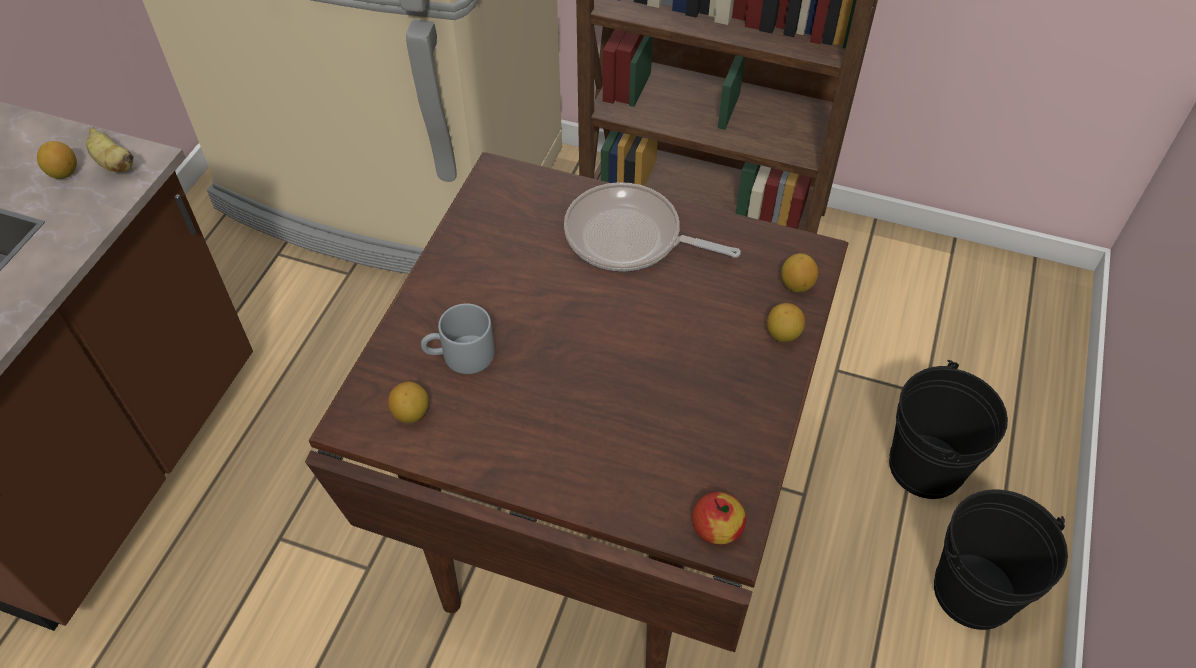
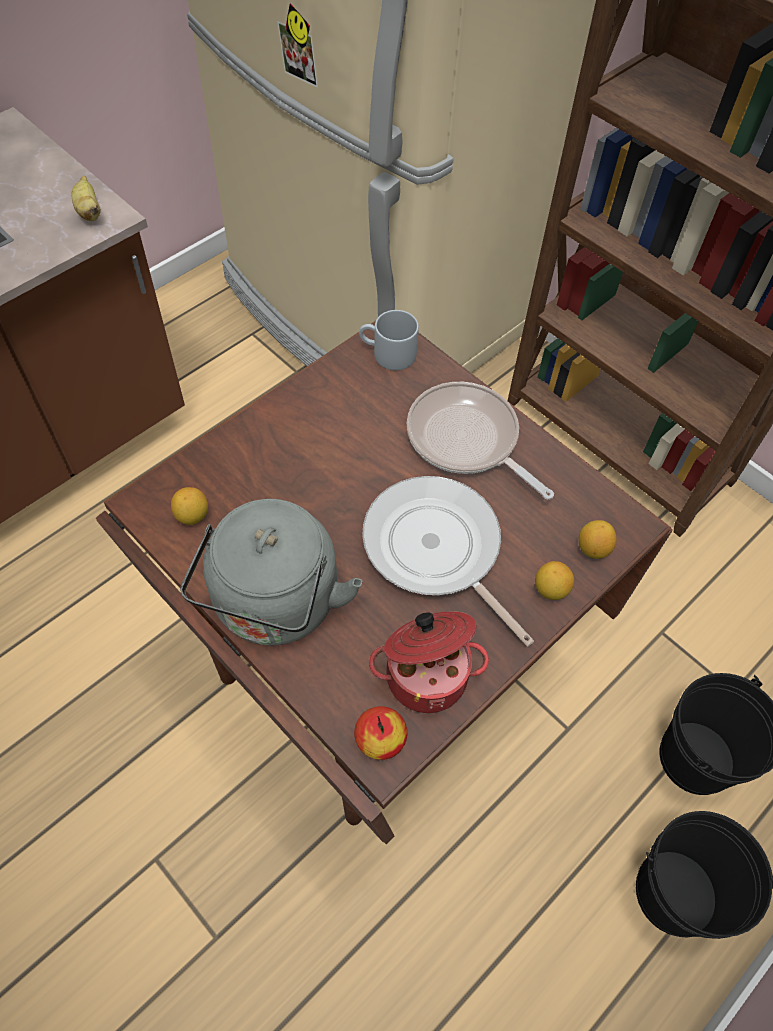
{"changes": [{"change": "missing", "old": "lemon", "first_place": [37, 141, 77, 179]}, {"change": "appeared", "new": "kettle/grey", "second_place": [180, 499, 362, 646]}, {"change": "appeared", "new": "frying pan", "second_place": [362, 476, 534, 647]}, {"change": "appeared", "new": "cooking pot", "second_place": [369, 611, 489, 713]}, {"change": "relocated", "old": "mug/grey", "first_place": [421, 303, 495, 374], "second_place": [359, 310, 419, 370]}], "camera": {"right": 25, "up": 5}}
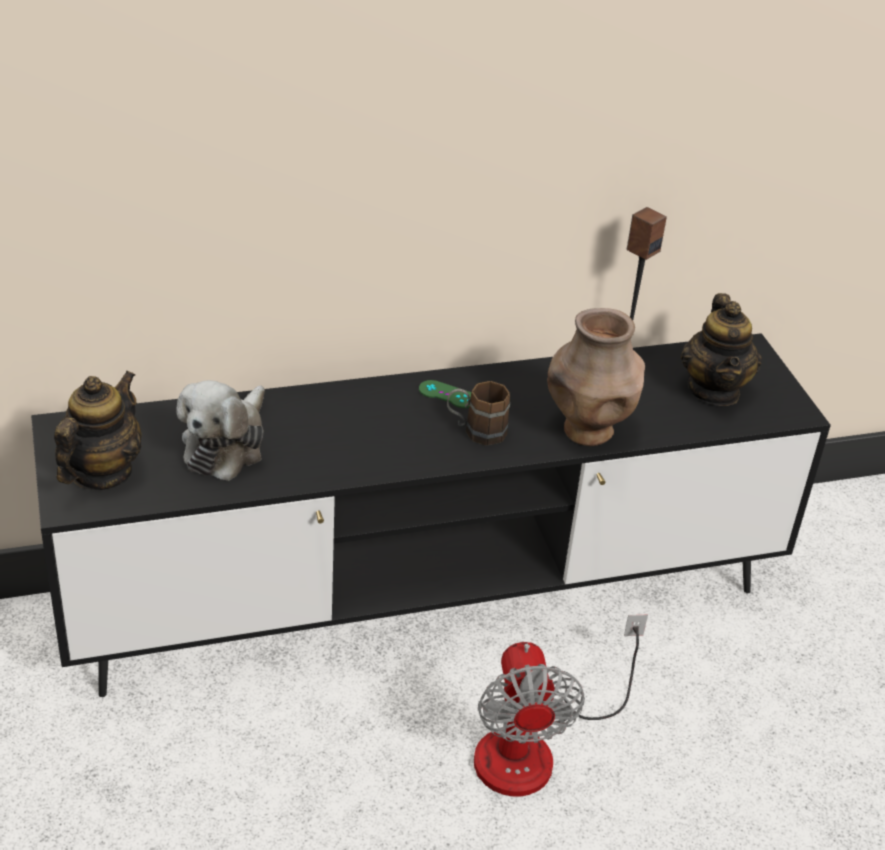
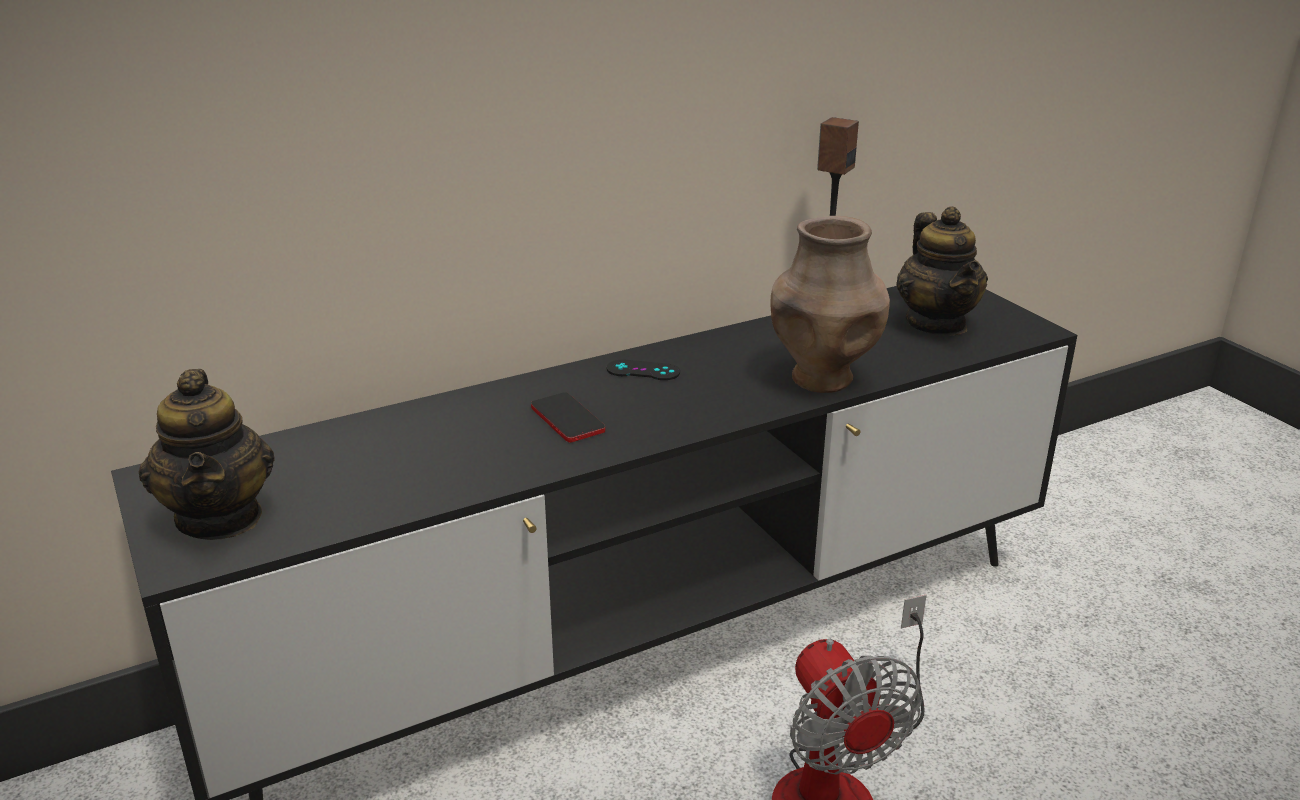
{"changes": [{"change": "missing", "old": "plush toy", "first_place": [177, 380, 265, 481]}, {"change": "missing", "old": "mug/brown", "first_place": [447, 381, 510, 446]}, {"change": "appeared", "new": "phone", "second_place": [531, 392, 605, 443]}, {"change": "colour", "old": "game controller/green", "new": "game controller/black", "first_place": [419, 380, 471, 408], "second_place": [607, 360, 680, 380]}, {"change": "spun", "old": "teapot", "first_place": [54, 370, 142, 490], "second_place": [139, 369, 274, 540], "degrees": 150}], "camera": {"right": -10, "up": -10}}
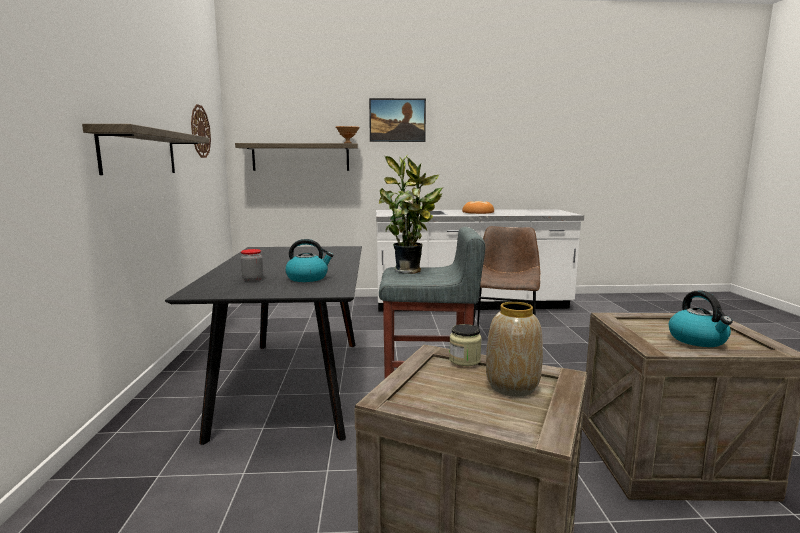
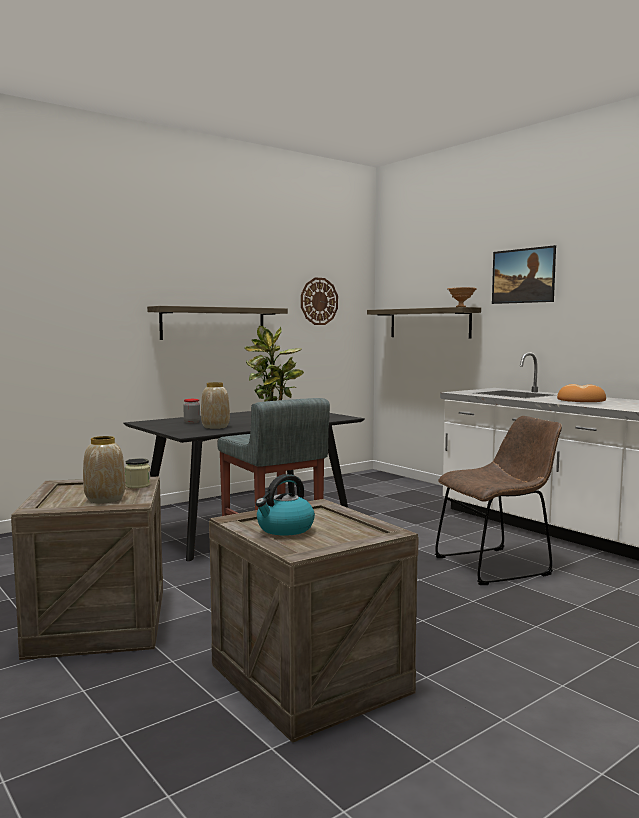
{"changes": [{"change": "exchanged", "old": "kettle", "new": "vase", "first_place": [285, 239, 334, 282], "second_place": [201, 382, 230, 429]}], "camera": {"right": 55, "up": -5}}
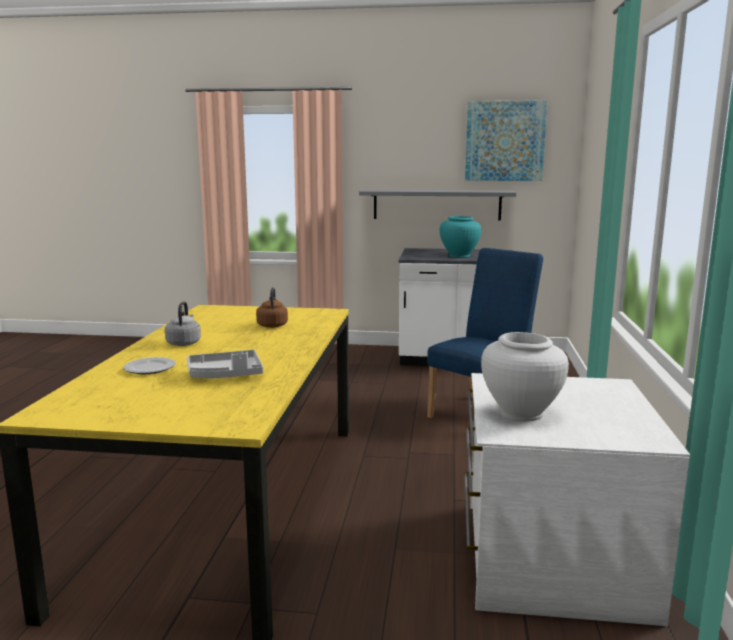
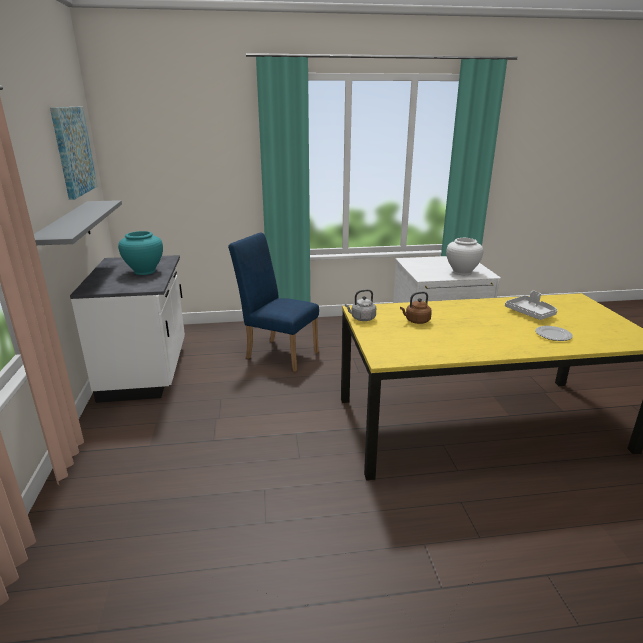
{"changes": [{"change": "relocated", "old": "kettle/grey", "first_place": [165, 301, 201, 346], "second_place": [345, 289, 376, 321]}], "camera": {"right": -105, "up": 10}}
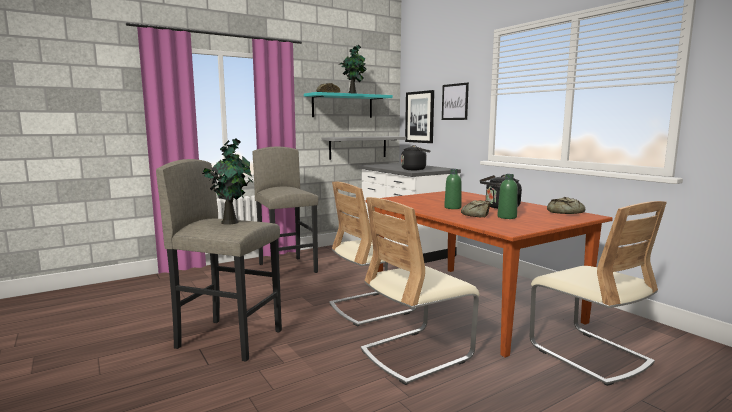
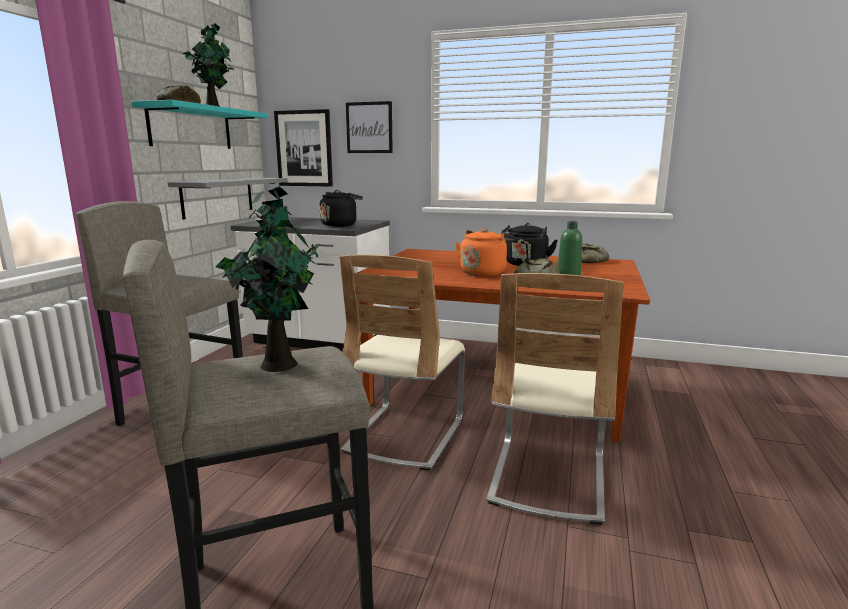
{"changes": [{"change": "missing", "old": "chair/beige", "first_place": [530, 201, 667, 386]}, {"change": "exchanged", "old": "bottle/green", "new": "kettle/orange", "first_place": [444, 169, 462, 209], "second_place": [455, 229, 514, 276]}], "camera": {"right": -40, "up": 5}}
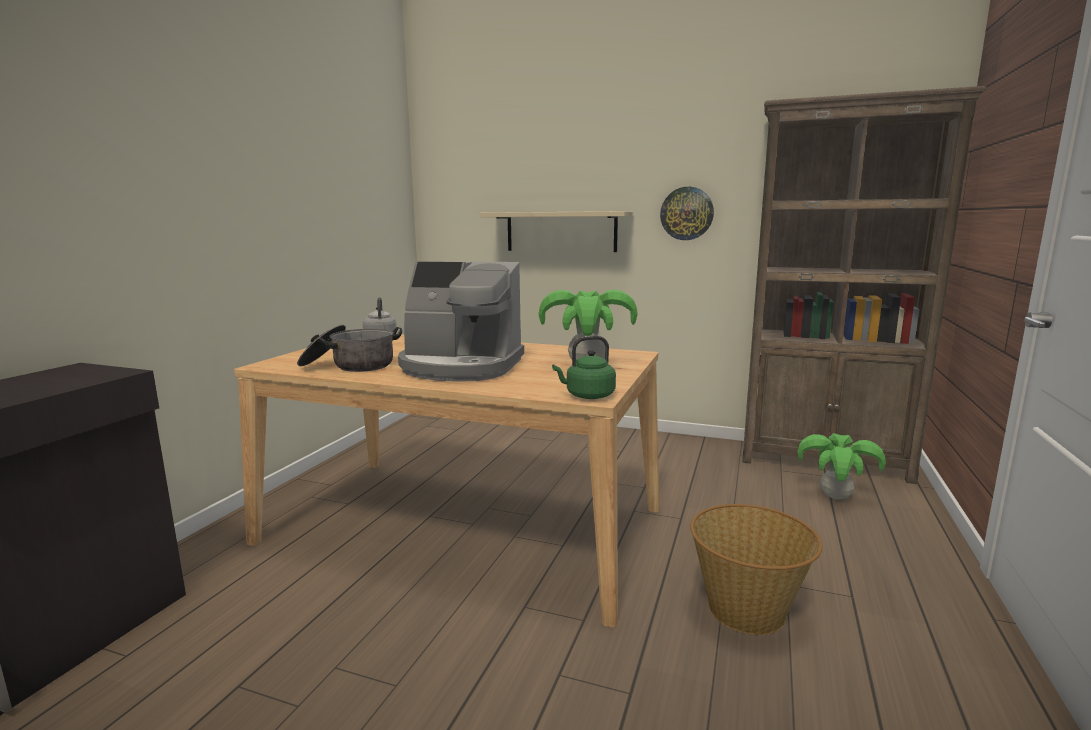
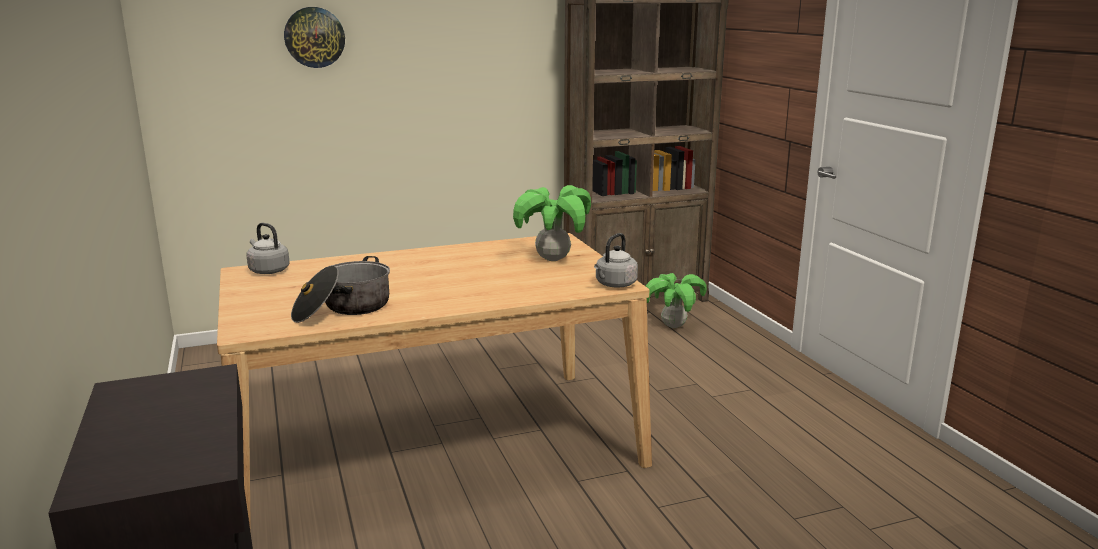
{"changes": [{"change": "missing", "old": "coffee machine", "first_place": [398, 262, 524, 381]}, {"change": "missing", "old": "shelf/beige", "first_place": [480, 211, 633, 252]}, {"change": "missing", "old": "basket", "first_place": [690, 504, 823, 635]}, {"change": "relocated", "old": "wall clock", "first_place": [660, 187, 714, 240], "second_place": [284, 7, 345, 68]}, {"change": "colour", "old": "kettle/green", "new": "kettle/grey", "first_place": [552, 336, 616, 399], "second_place": [594, 233, 638, 288]}], "camera": {"right": -40, "up": 5}}
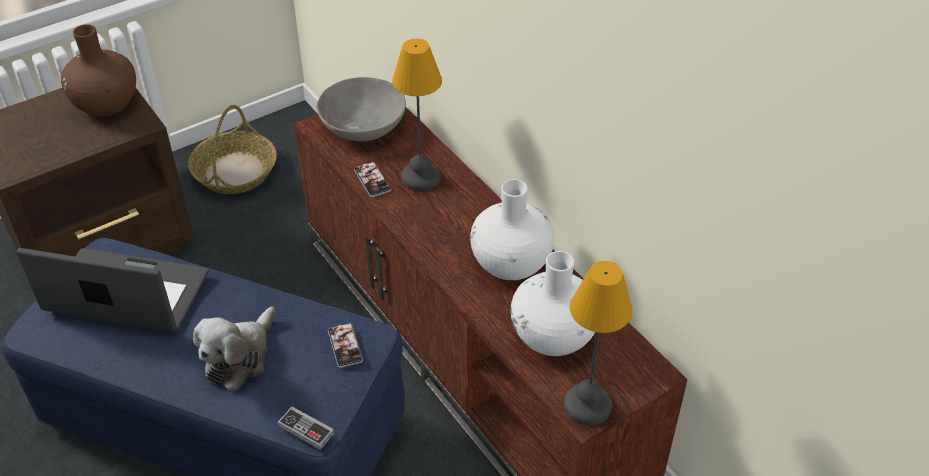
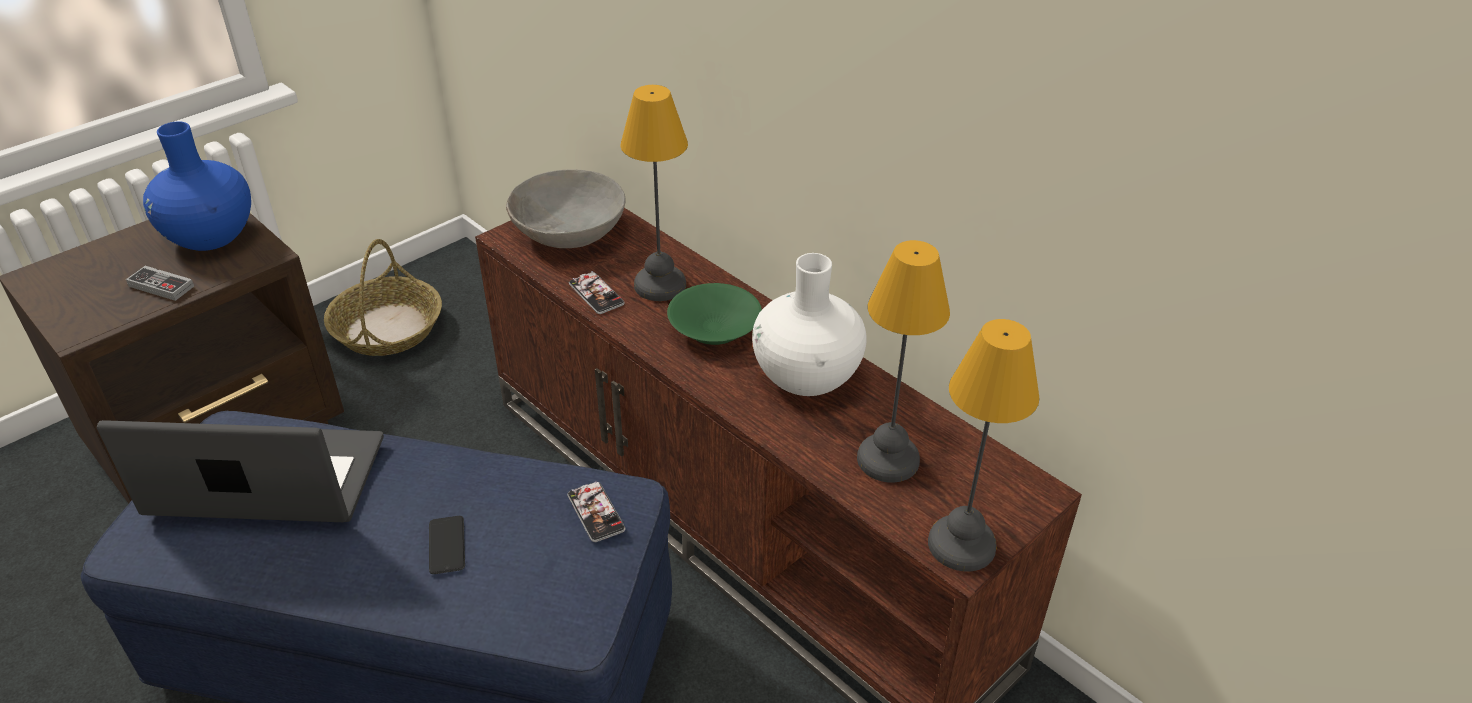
{"changes": [{"change": "appeared", "new": "bowl/green", "second_place": [667, 283, 762, 345]}, {"change": "relocated", "old": "game controller", "first_place": [278, 406, 334, 450], "second_place": [126, 266, 194, 301]}, {"change": "exchanged", "old": "plush toy", "new": "phone", "first_place": [193, 307, 276, 391], "second_place": [429, 516, 465, 574]}, {"change": "exchanged", "old": "vase/white", "new": "table lamp", "first_place": [511, 251, 595, 356], "second_place": [857, 240, 950, 482]}, {"change": "colour", "old": "vase/brown", "new": "vase/blue", "first_place": [61, 24, 136, 116], "second_place": [143, 121, 251, 251]}], "camera": {"right": -10, "up": -5}}
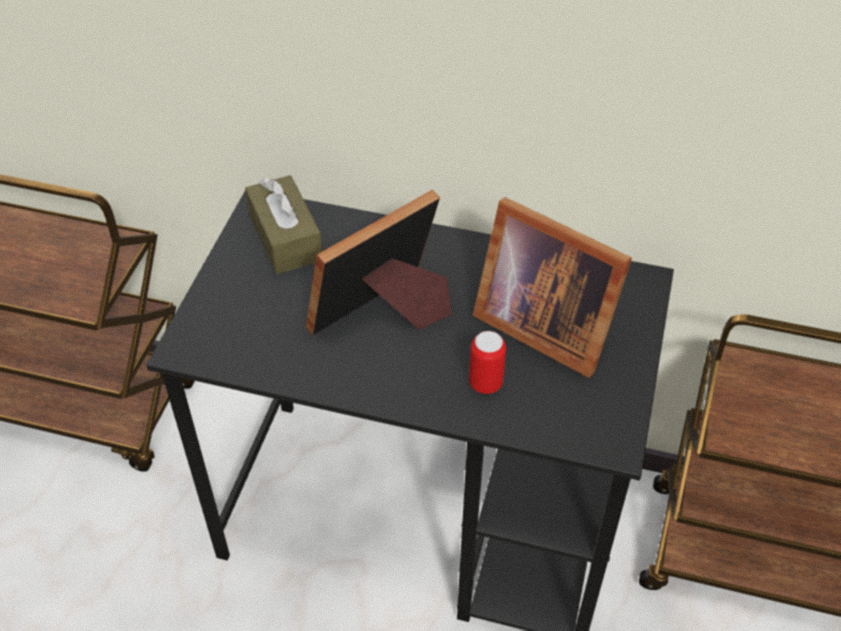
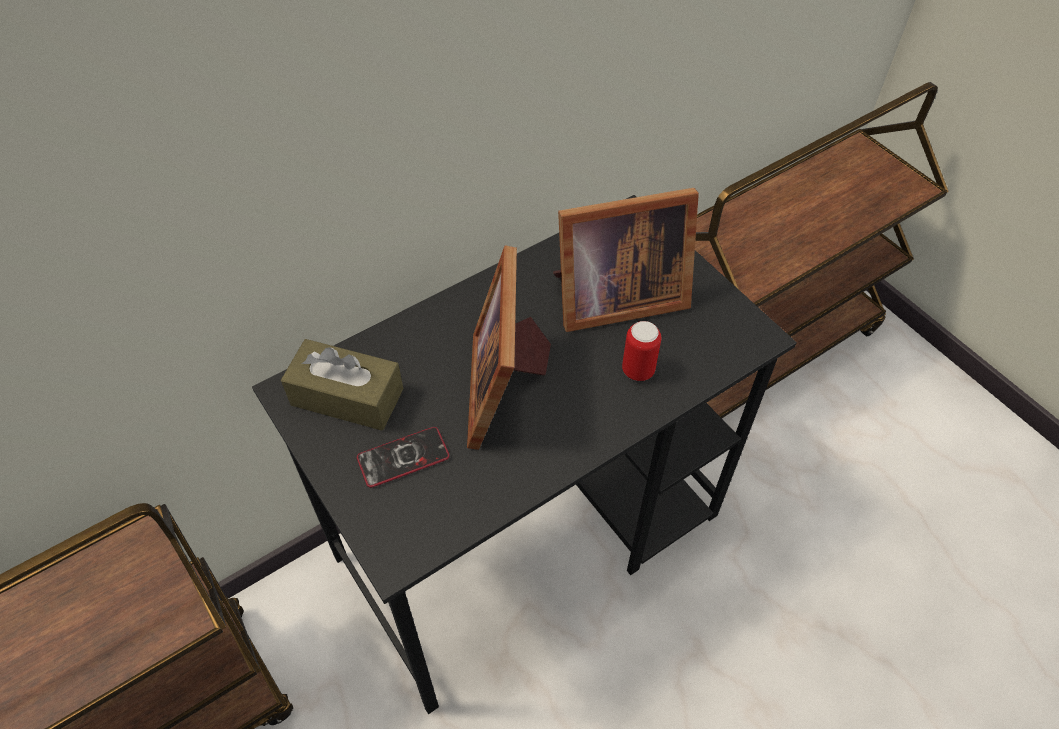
{"changes": [{"change": "appeared", "new": "phone", "second_place": [357, 427, 450, 488]}], "camera": {"right": -50, "up": 5}}
